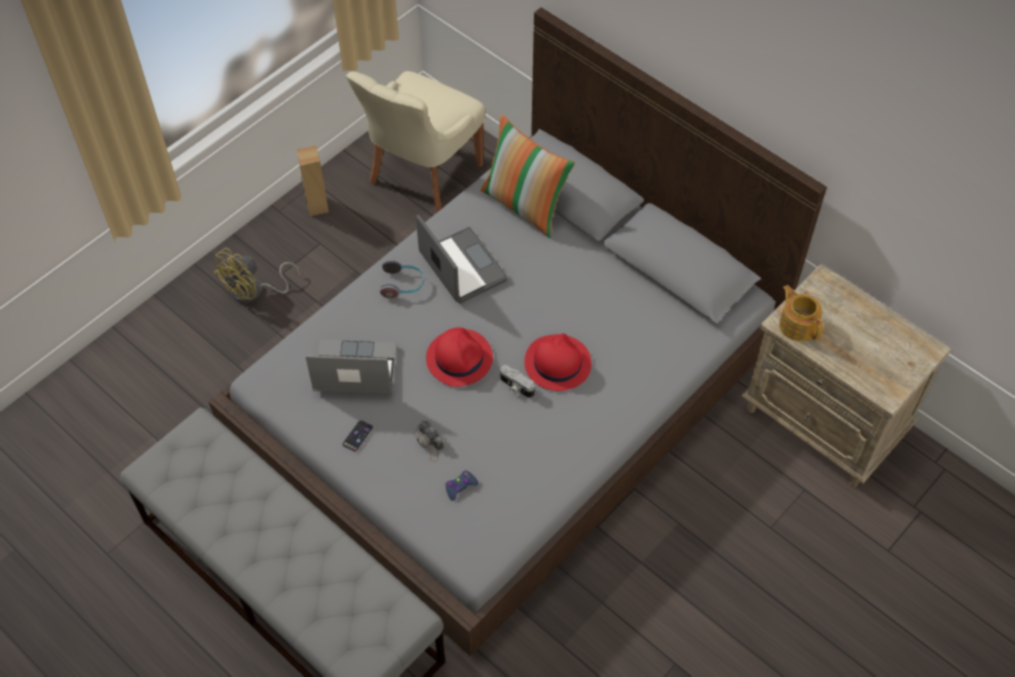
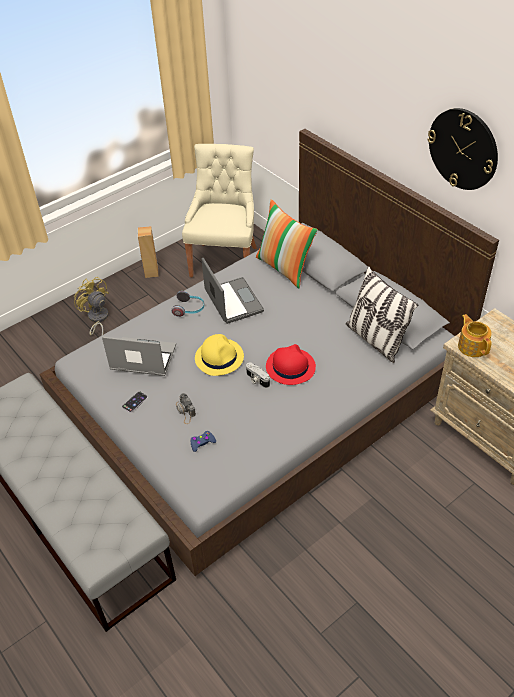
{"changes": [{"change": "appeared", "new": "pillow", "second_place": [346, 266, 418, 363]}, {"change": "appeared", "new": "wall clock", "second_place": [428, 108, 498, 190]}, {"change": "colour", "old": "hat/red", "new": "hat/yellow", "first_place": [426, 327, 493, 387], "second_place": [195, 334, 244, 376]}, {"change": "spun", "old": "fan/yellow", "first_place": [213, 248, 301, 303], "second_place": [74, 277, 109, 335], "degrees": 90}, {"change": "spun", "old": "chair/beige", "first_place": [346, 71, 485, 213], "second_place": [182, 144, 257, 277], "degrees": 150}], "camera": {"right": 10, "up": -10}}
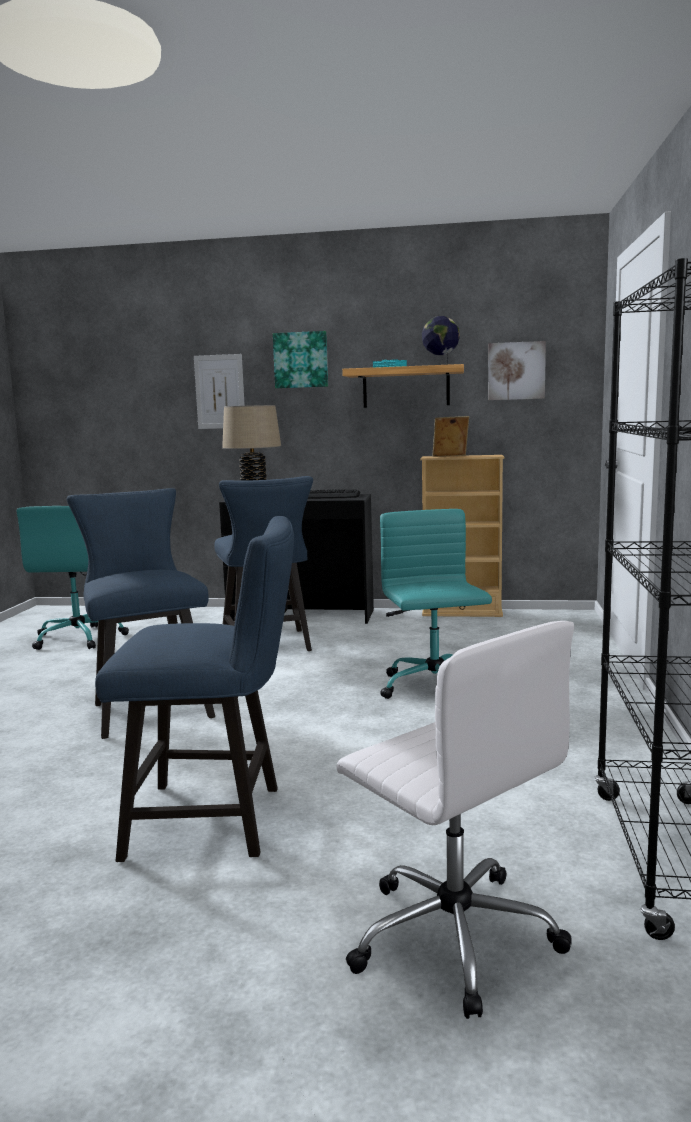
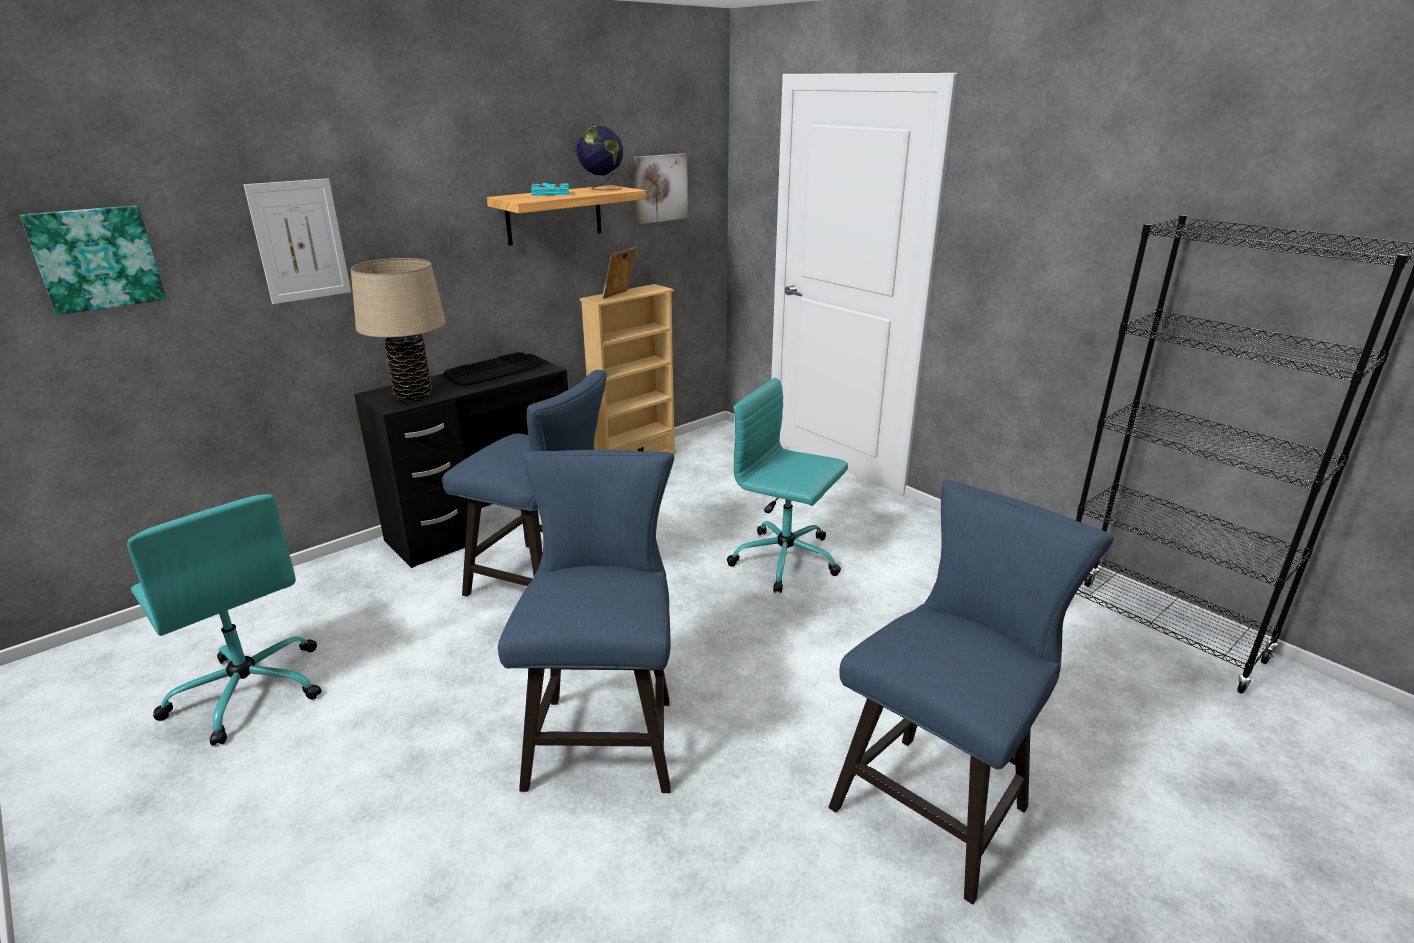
{"changes": [{"change": "missing", "old": "office chair/white", "first_place": [337, 621, 574, 1019]}, {"change": "relocated", "old": "picture", "first_place": [273, 331, 328, 388], "second_place": [20, 205, 166, 315]}, {"change": "spun", "old": "chair/blue", "first_place": [67, 488, 215, 739], "second_place": [498, 450, 674, 793], "degrees": 75}], "camera": {"right": -50, "up": 15}}
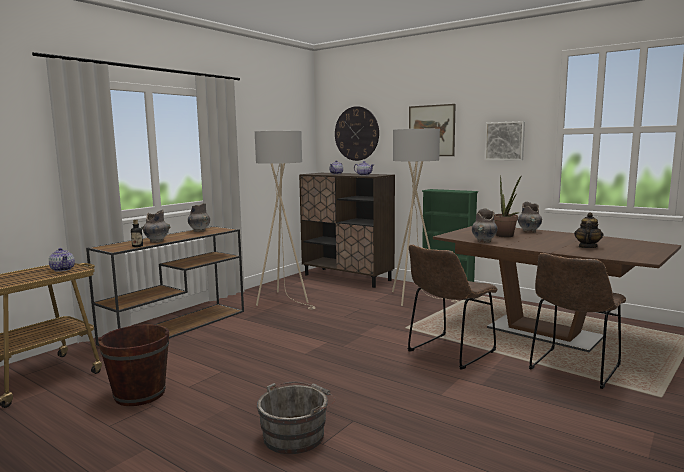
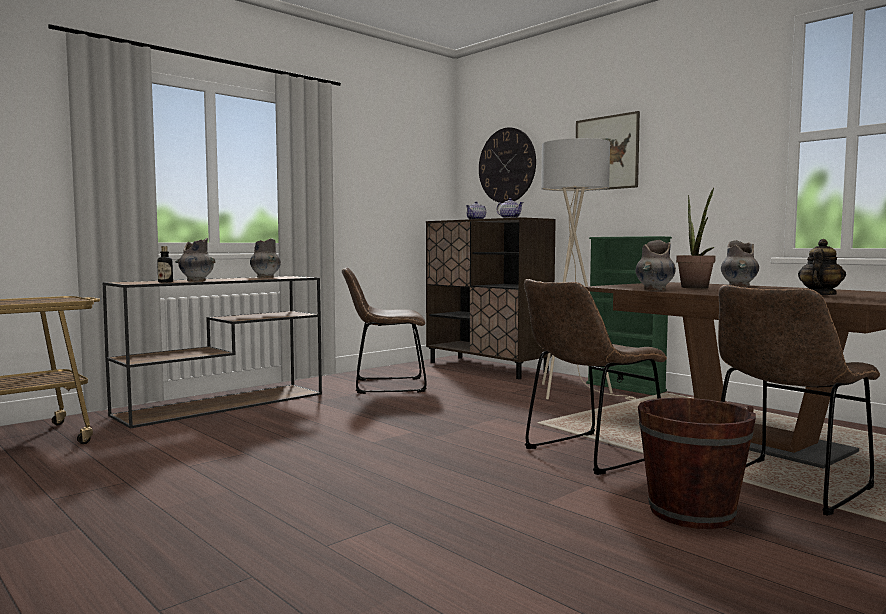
{"changes": [{"change": "missing", "old": "teapot", "first_place": [49, 248, 75, 272]}, {"change": "missing", "old": "bucket/grey", "first_place": [257, 382, 335, 454]}, {"change": "missing", "old": "picture", "first_place": [485, 121, 525, 161]}, {"change": "relocated", "old": "bucket/brown", "first_place": [98, 324, 169, 406], "second_place": [638, 398, 756, 529]}, {"change": "exchanged", "old": "floor lamp/beige", "new": "chair/brown", "first_place": [255, 131, 315, 309], "second_place": [342, 267, 427, 394]}], "camera": {"right": 10, "up": -5}}
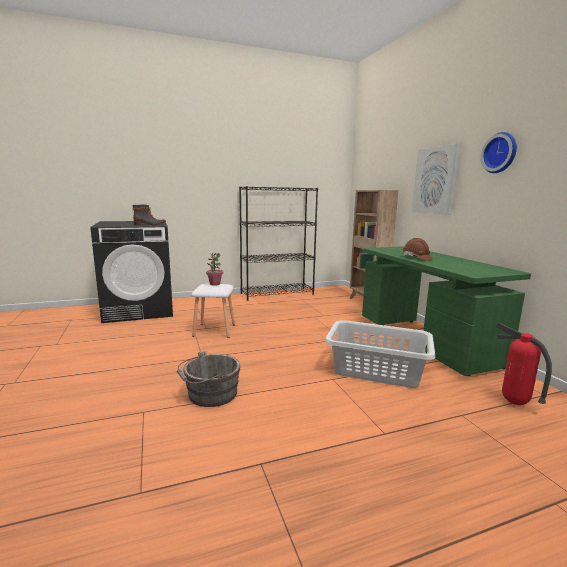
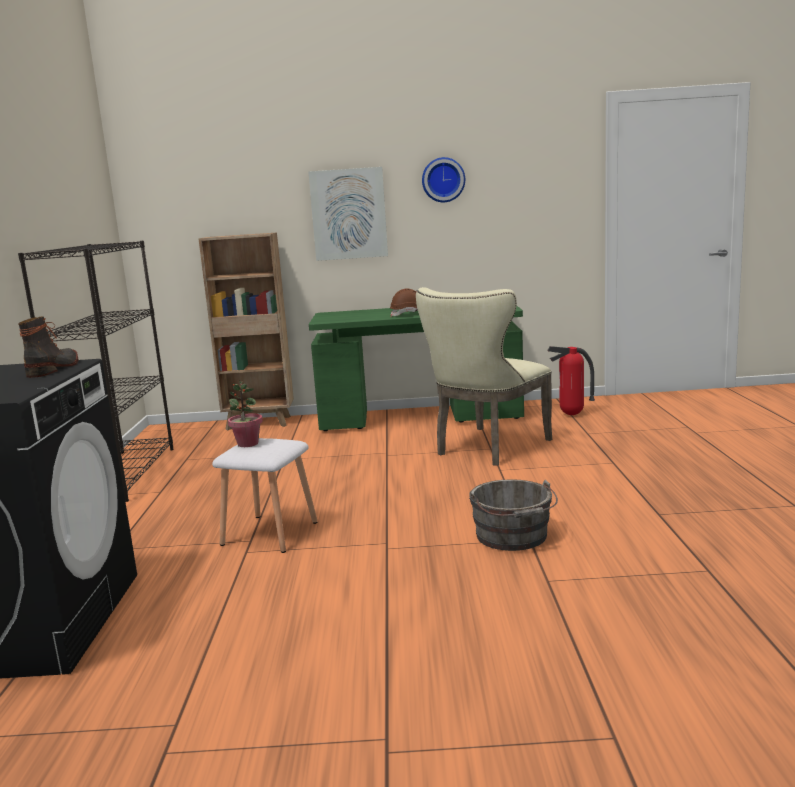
{"changes": [{"change": "exchanged", "old": "laundry basket/grey", "new": "chair/beige", "first_place": [325, 320, 435, 388], "second_place": [416, 287, 552, 465]}], "camera": {"right": -70, "up": 0}}
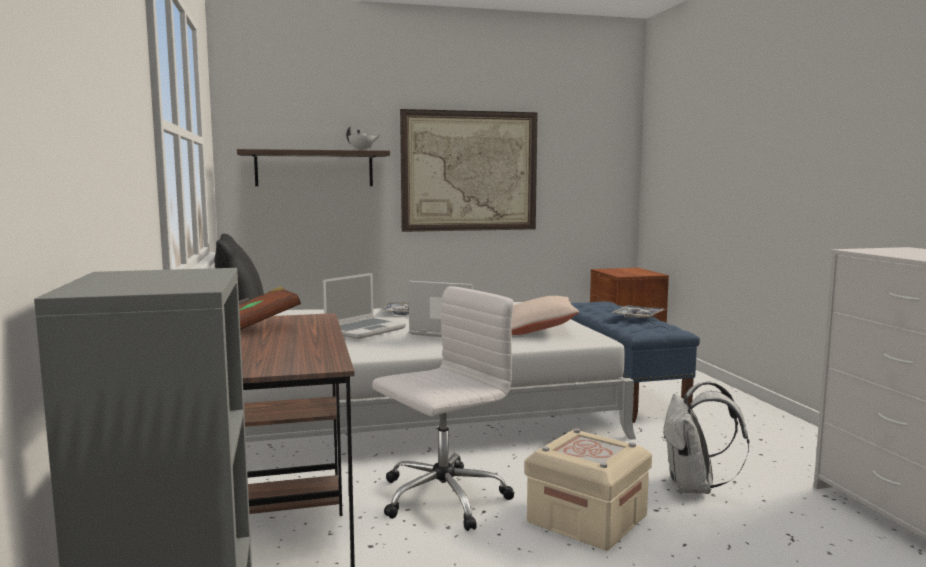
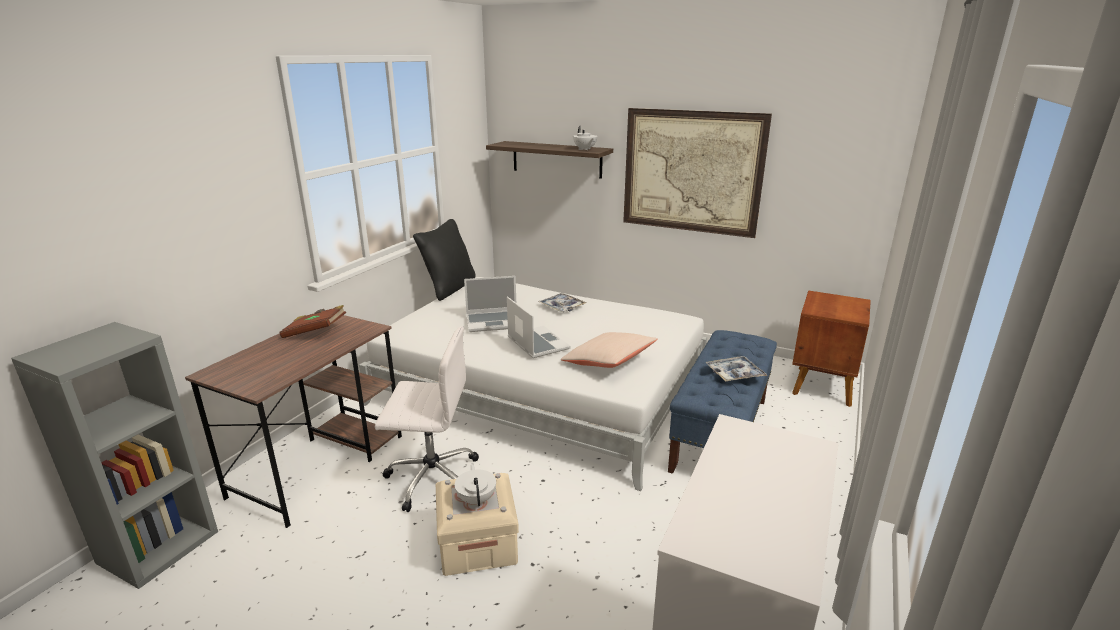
{"changes": [{"change": "missing", "old": "backpack/white", "first_place": [663, 381, 749, 494]}, {"change": "appeared", "new": "teapot/white", "second_place": [455, 463, 496, 506]}], "camera": {"right": 40, "up": 15}}
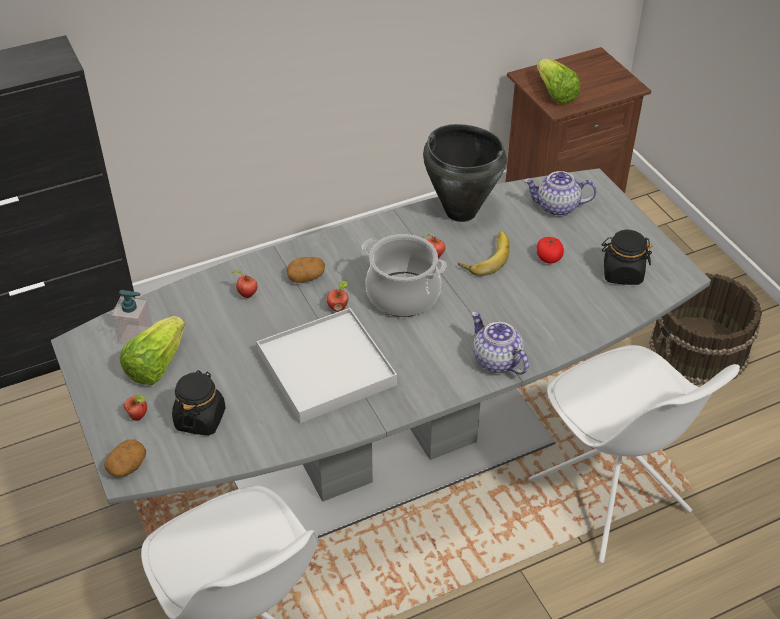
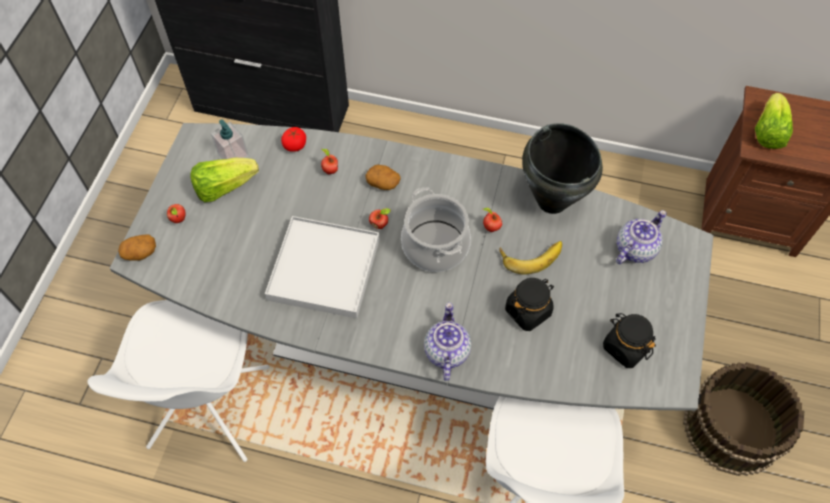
{"changes": [{"change": "relocated", "old": "jar/black", "first_place": [172, 370, 226, 436], "second_place": [505, 278, 554, 331]}, {"change": "relocated", "old": "tomato", "first_place": [537, 237, 564, 264], "second_place": [281, 127, 306, 152]}, {"change": "spun", "old": "teapot", "first_place": [524, 171, 596, 216], "second_place": [616, 210, 666, 264], "degrees": 90}], "camera": {"right": 40, "up": 15}}
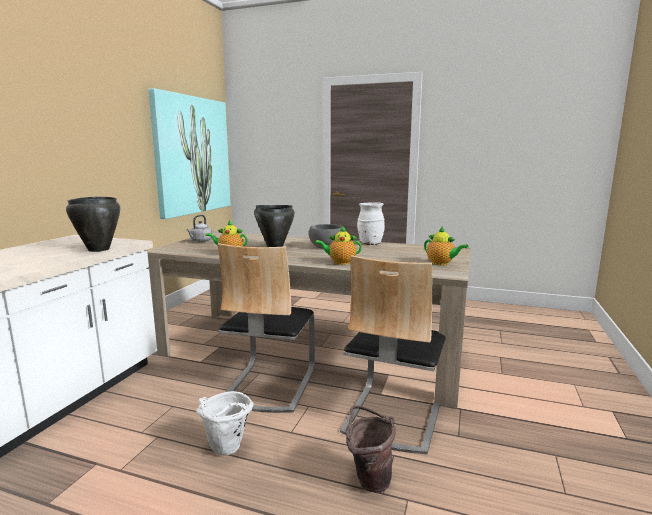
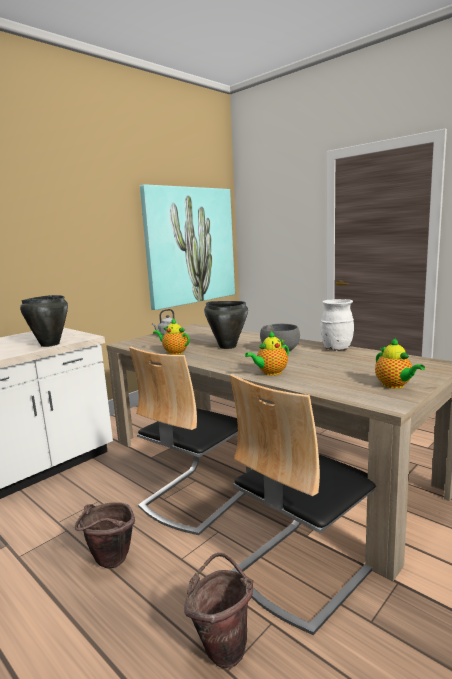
{"changes": [{"change": "colour", "old": "bucket/white", "new": "bucket/brown", "first_place": [196, 391, 254, 455], "second_place": [75, 502, 135, 568]}, {"change": "spun", "old": "teapot", "first_place": [315, 226, 362, 265], "second_place": [245, 331, 289, 376], "degrees": -60}], "camera": {"right": 25, "up": 0}}
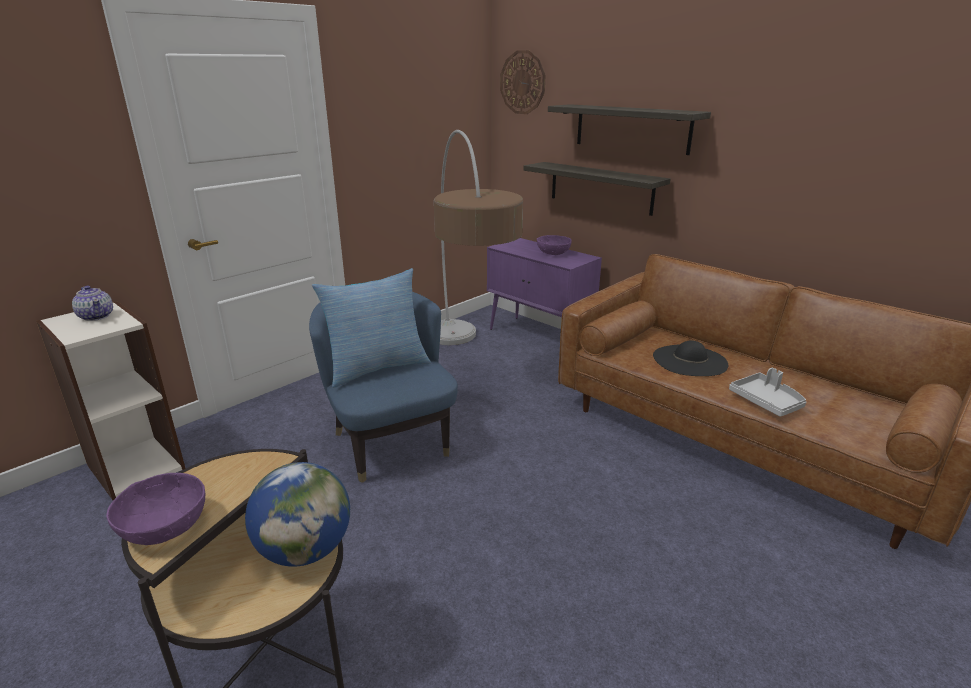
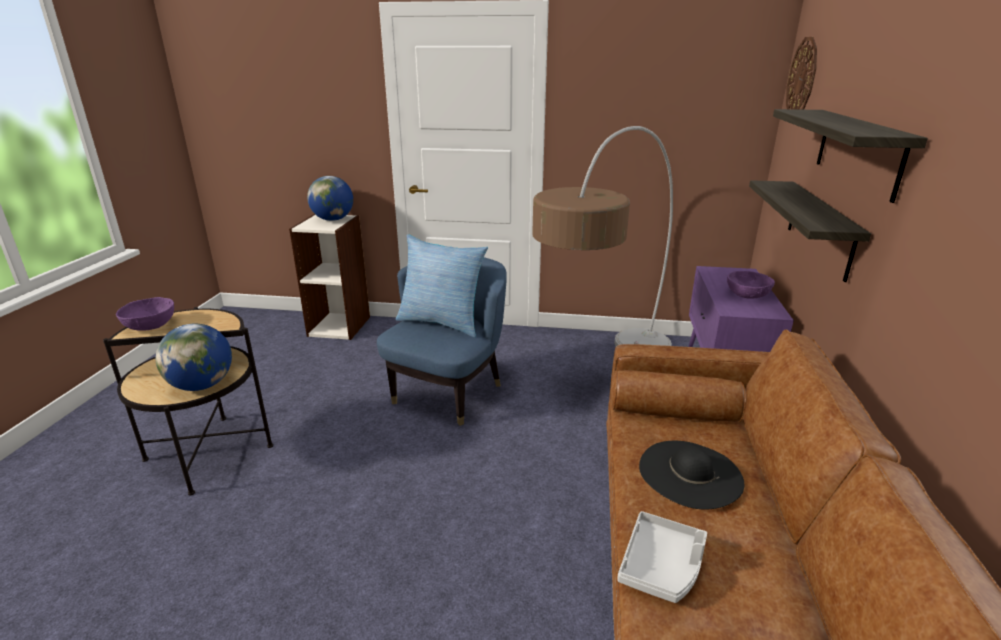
{"changes": [{"change": "exchanged", "old": "teapot", "new": "globe", "first_place": [72, 286, 113, 321], "second_place": [307, 176, 353, 221]}], "camera": {"right": 55, "up": 0}}
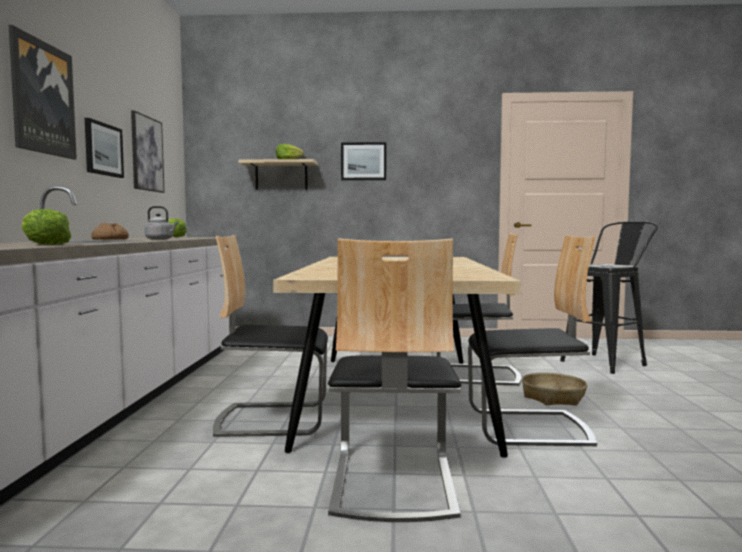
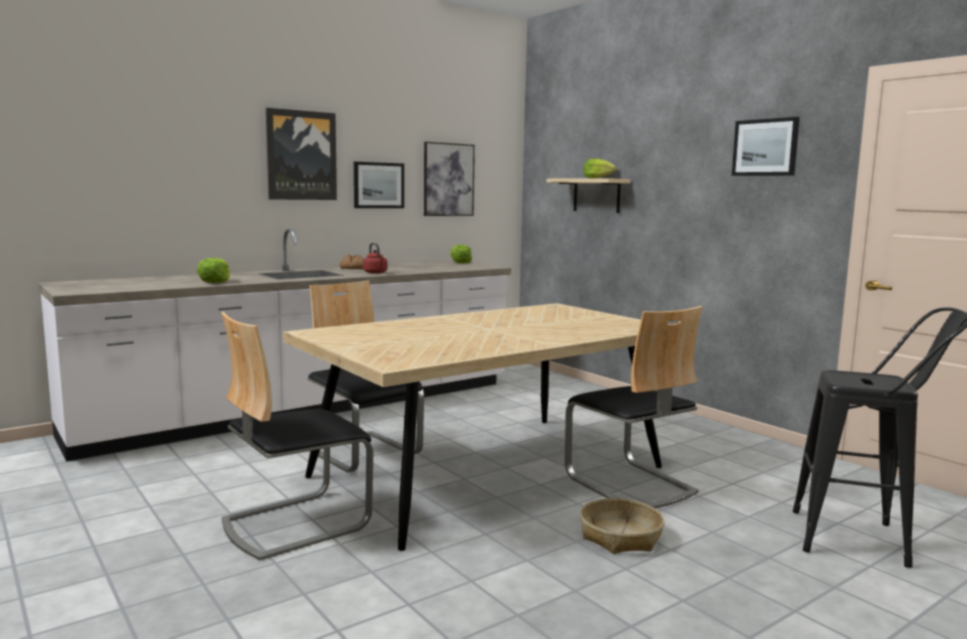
{"changes": [{"change": "missing", "old": "chair", "first_place": [468, 235, 597, 446]}, {"change": "relocated", "old": "picture", "first_place": [341, 142, 386, 180], "second_place": [732, 117, 800, 176]}, {"change": "colour", "old": "kettle/grey", "new": "kettle/red", "first_place": [144, 206, 179, 240], "second_place": [363, 243, 387, 274]}], "camera": {"right": 50, "up": 5}}
